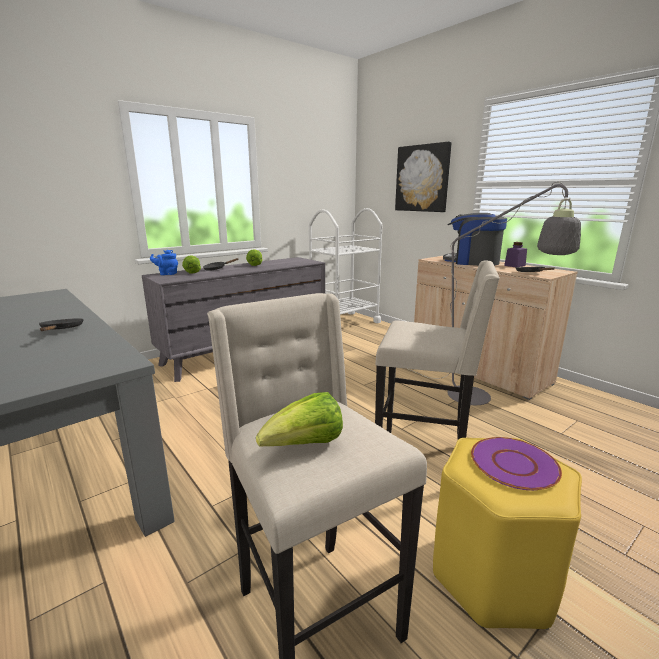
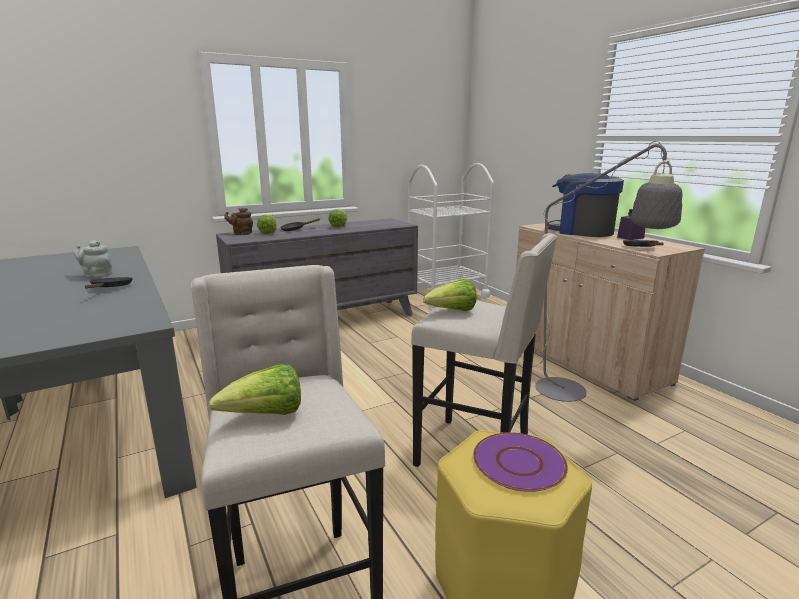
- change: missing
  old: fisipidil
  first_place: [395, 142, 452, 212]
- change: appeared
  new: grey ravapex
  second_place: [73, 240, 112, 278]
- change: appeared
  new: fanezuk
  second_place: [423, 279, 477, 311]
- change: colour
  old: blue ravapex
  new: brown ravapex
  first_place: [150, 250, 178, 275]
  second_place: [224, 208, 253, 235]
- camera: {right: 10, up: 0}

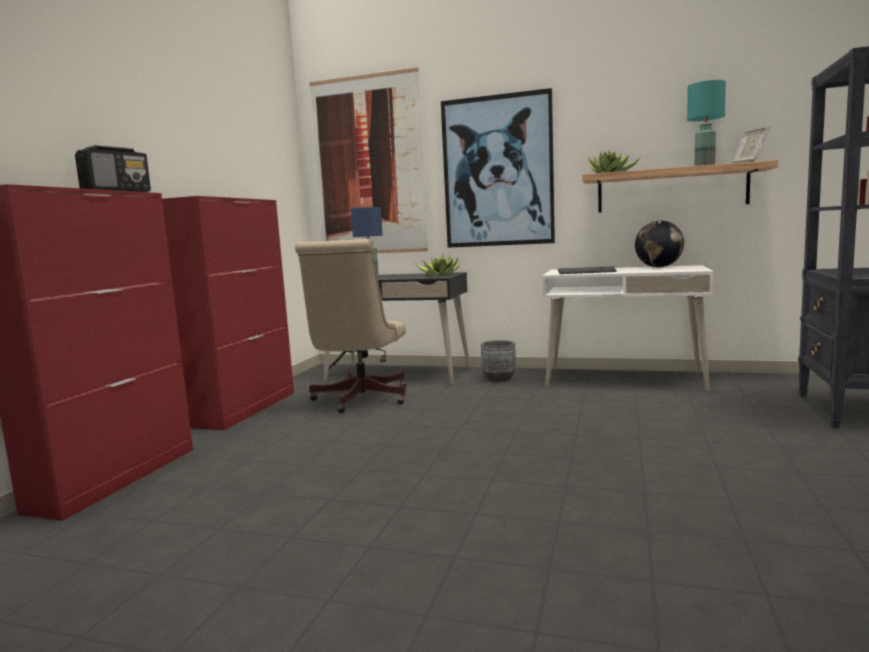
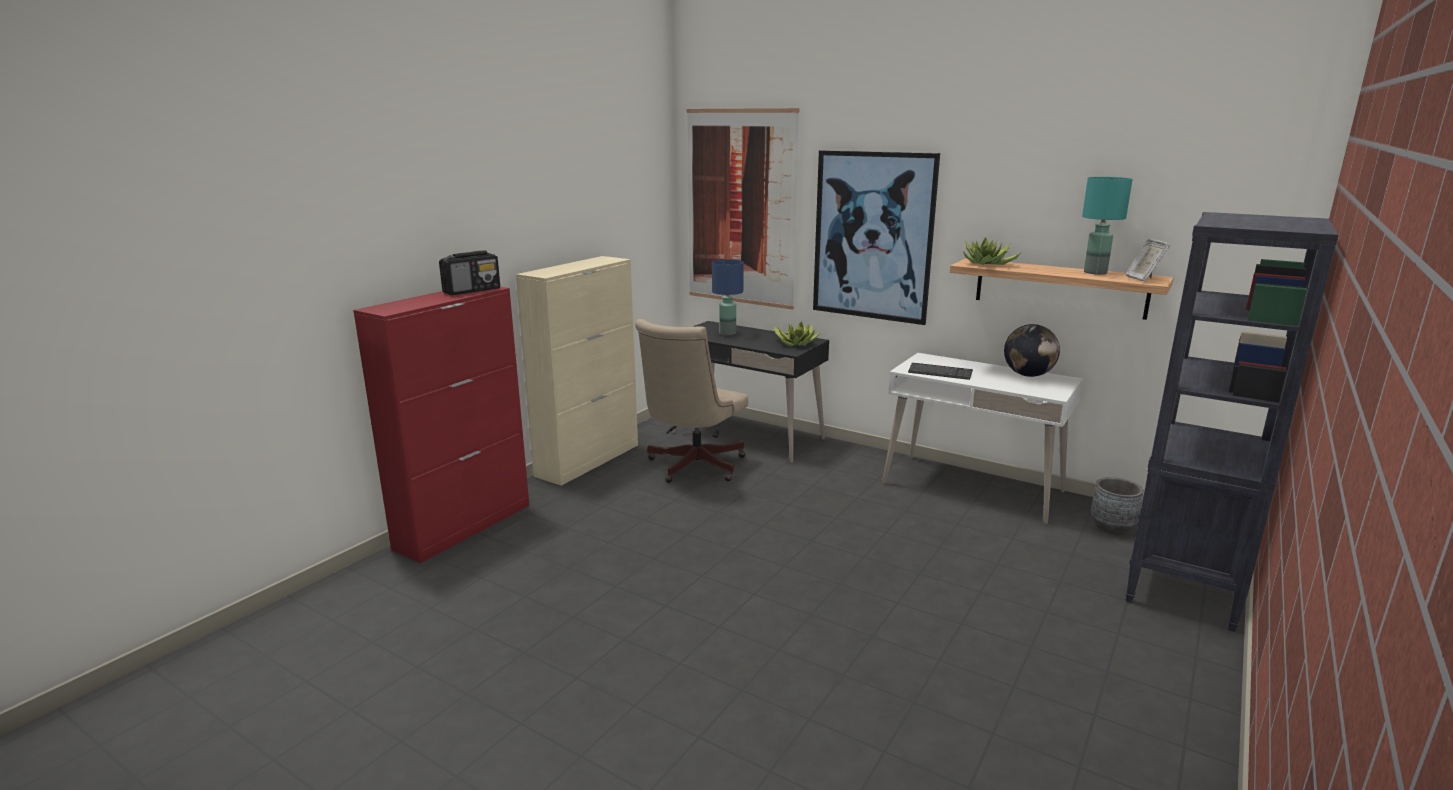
- change: relocated
  old: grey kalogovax
  first_place: [481, 340, 516, 382]
  second_place: [1091, 477, 1144, 535]
- change: colour
  old: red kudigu
  new: beige kudigu
  first_place: [162, 196, 294, 430]
  second_place: [516, 256, 638, 486]
- camera: {right: 15, up: 10}

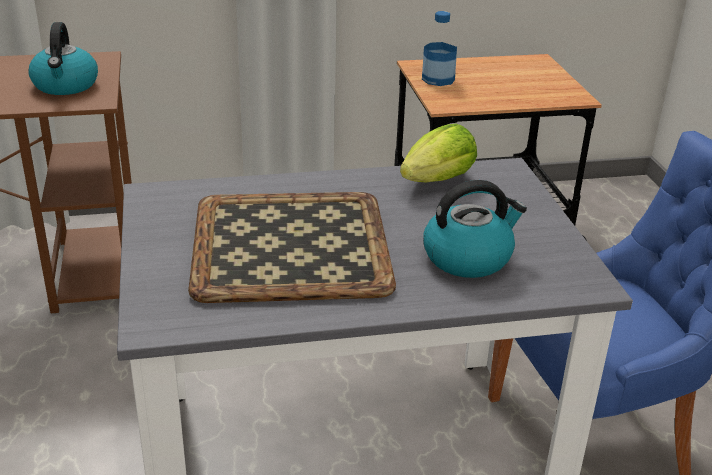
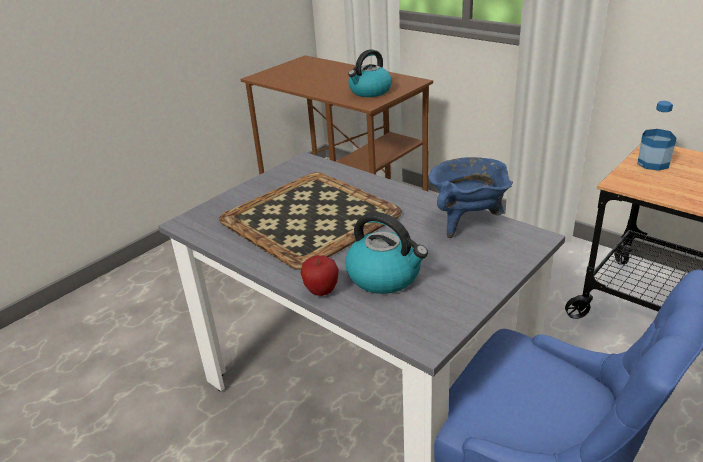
- change: appeared
  new: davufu
  second_place: [301, 255, 339, 296]
- change: exchanged
  old: fanezuk
  new: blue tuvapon
  first_place: [400, 124, 477, 182]
  second_place: [428, 157, 513, 238]
- camera: {right: 55, up: 0}

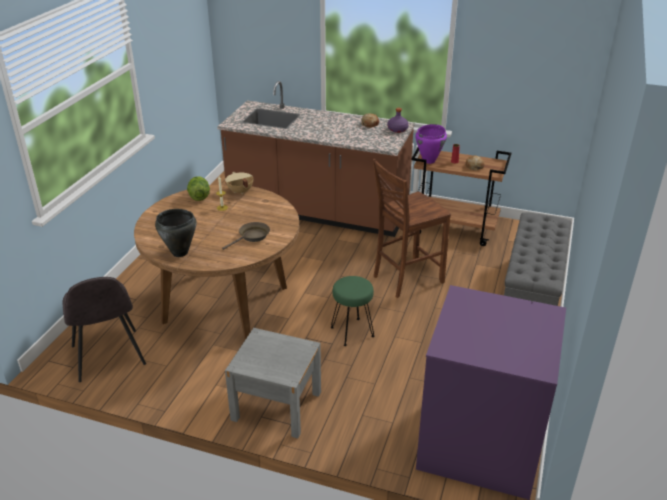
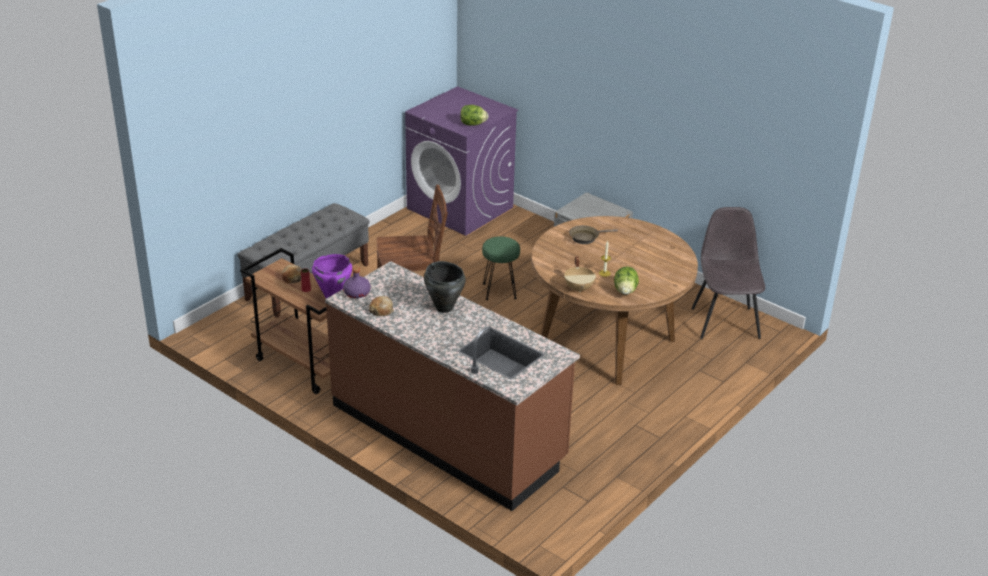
- change: appeared
  new: fanezuk
  second_place: [460, 105, 488, 125]
- change: relocated
  old: black tuvapon
  first_place: [155, 209, 197, 257]
  second_place: [424, 261, 466, 313]
- camera: {right: -160, up: 0}

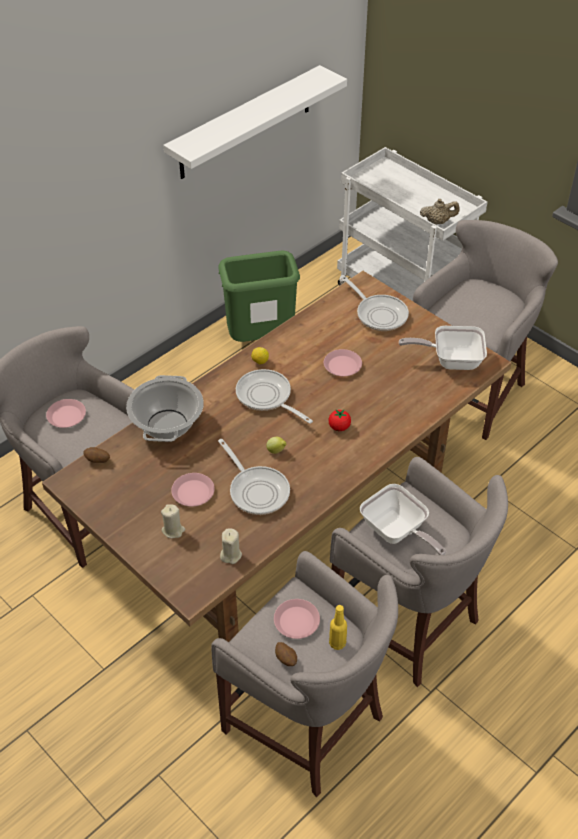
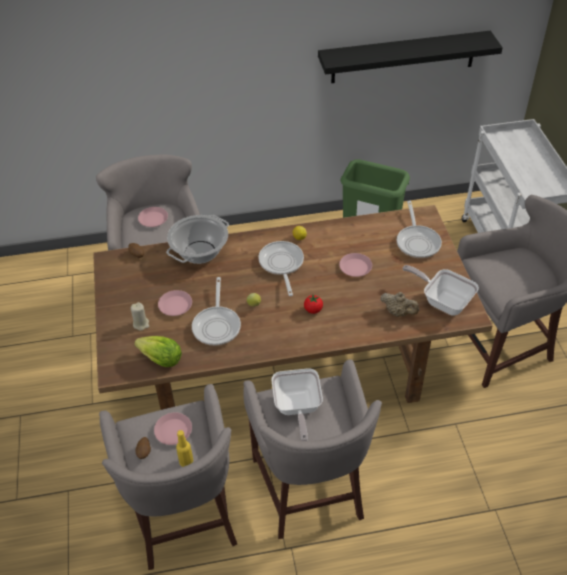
- change: relocated
  old: beige ravapex
  first_place: [420, 199, 460, 224]
  second_place: [380, 292, 419, 317]
- change: exchanged
  old: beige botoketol
  new: fanezuk
  first_place: [220, 528, 242, 564]
  second_place: [134, 336, 182, 367]
- change: colour
  old: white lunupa
  new: black lunupa
  first_place: [163, 65, 347, 179]
  second_place: [318, 31, 503, 83]
- camera: {right: 35, up: 0}

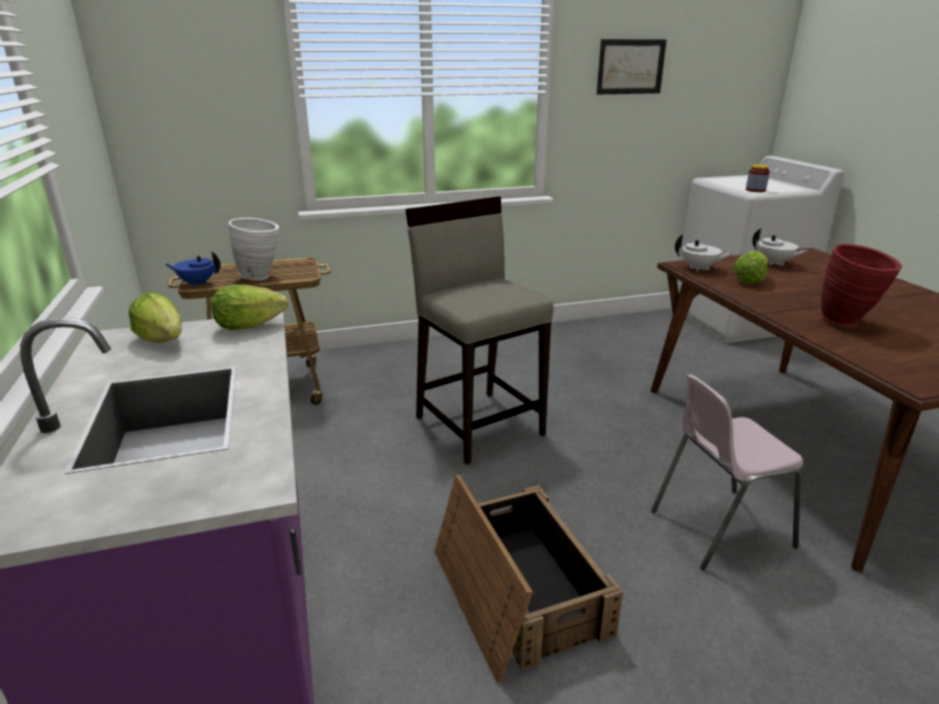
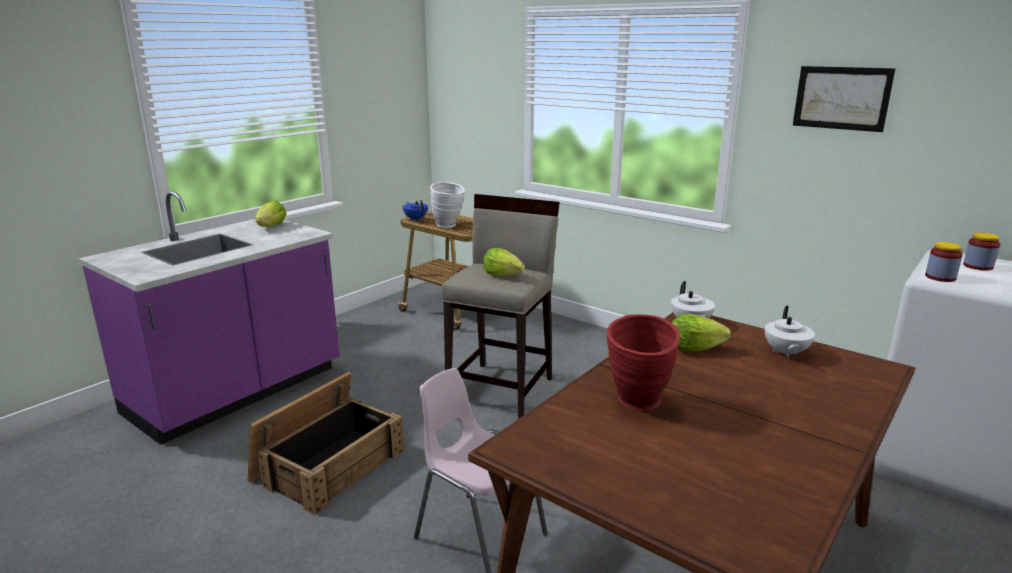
- change: appeared
  new: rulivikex
  second_place: [963, 232, 1000, 271]
- change: relocated
  old: fanezuk
  first_place: [211, 285, 288, 330]
  second_place: [483, 248, 525, 277]
- camera: {right: 55, up: -5}

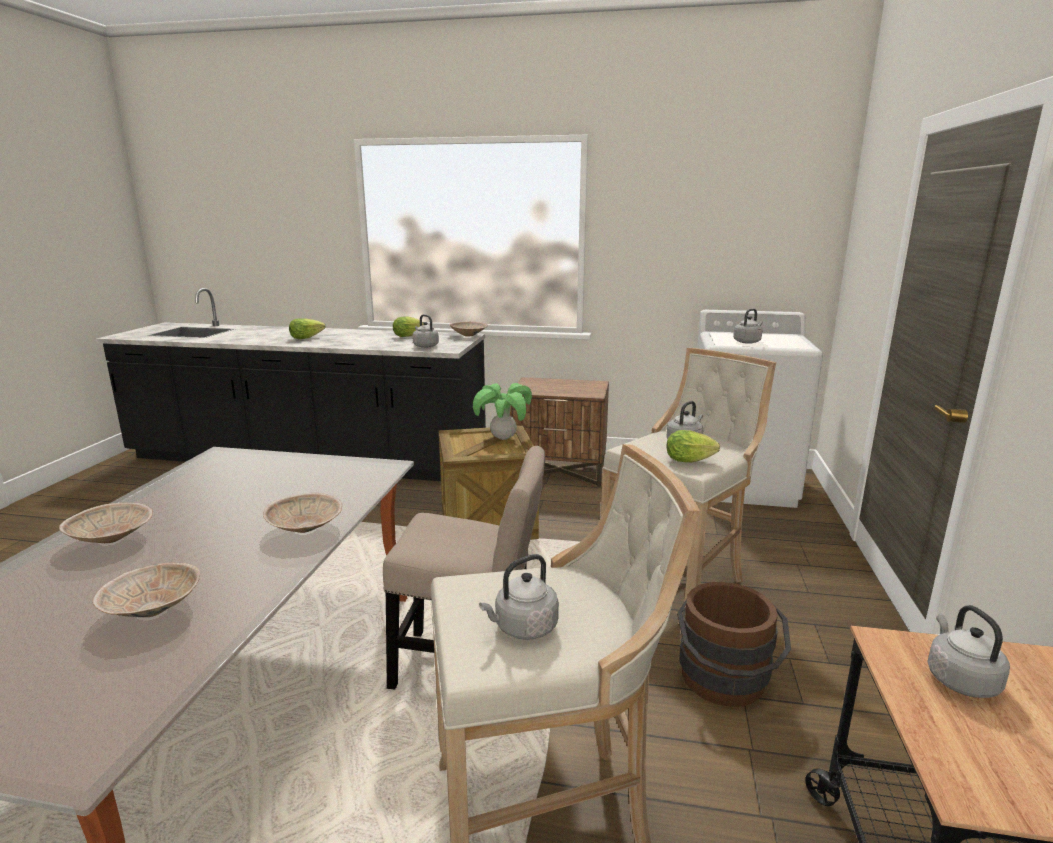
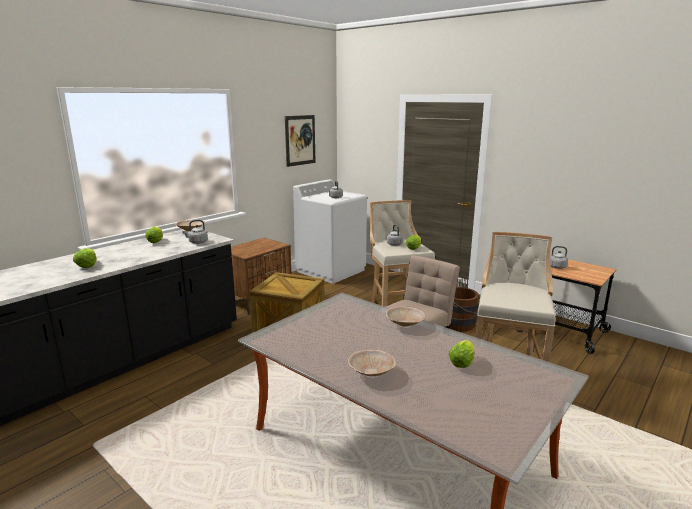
- change: missing
  old: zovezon
  first_place: [473, 383, 532, 440]
- change: missing
  old: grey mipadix
  first_place: [479, 554, 559, 640]
- change: appeared
  new: fisipidil
  second_place: [285, 115, 316, 167]
- change: exchanged
  old: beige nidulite
  new: fanezuk
  first_place: [92, 563, 200, 617]
  second_place: [448, 340, 474, 368]
- camera: {right: -60, up: 0}

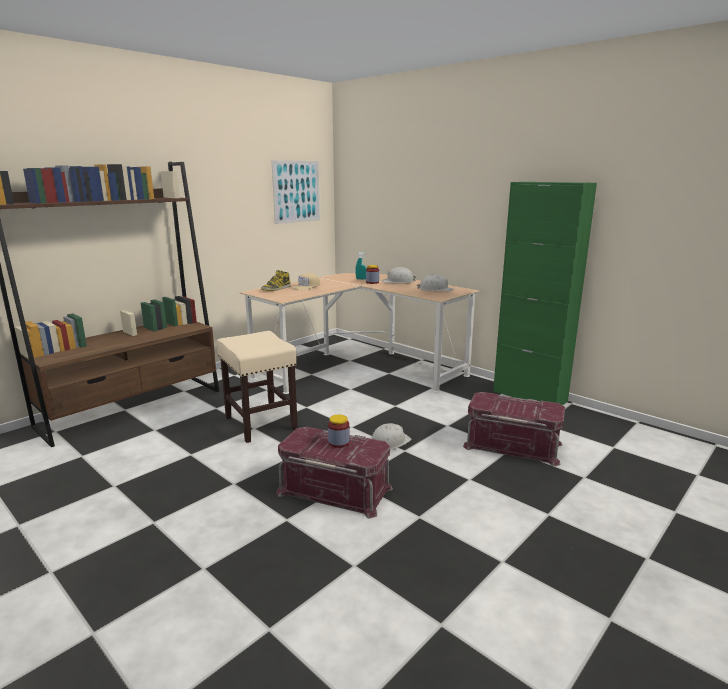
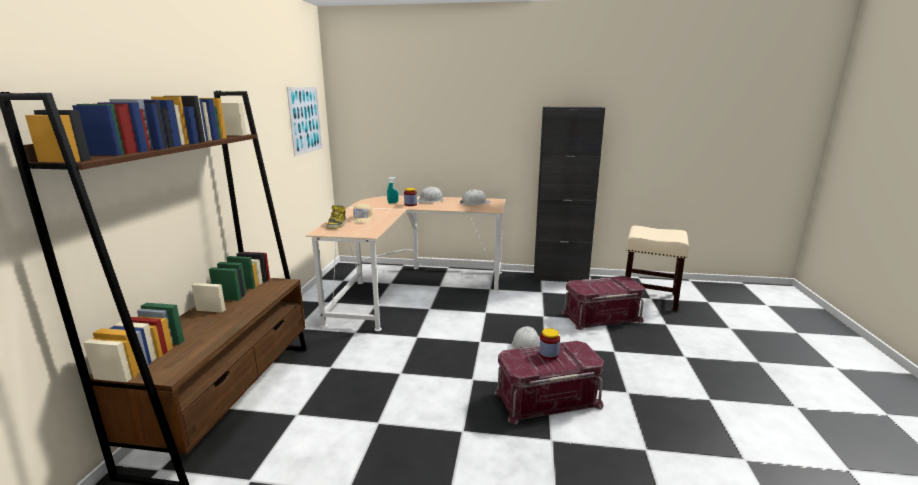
- change: relocated
  old: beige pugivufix
  first_place: [217, 331, 298, 443]
  second_place: [625, 225, 689, 311]
- change: colour
  old: green kudigu
  new: black kudigu
  first_place: [493, 182, 597, 405]
  second_place: [534, 107, 605, 282]
- camera: {right: -35, up: 0}

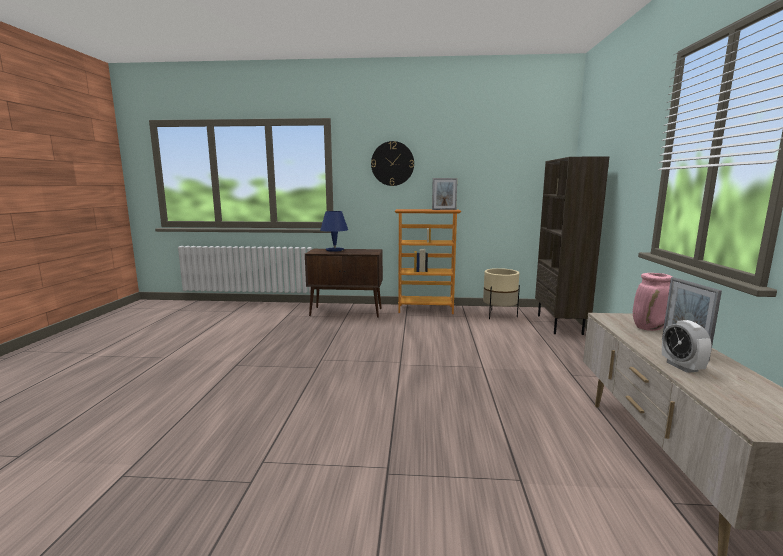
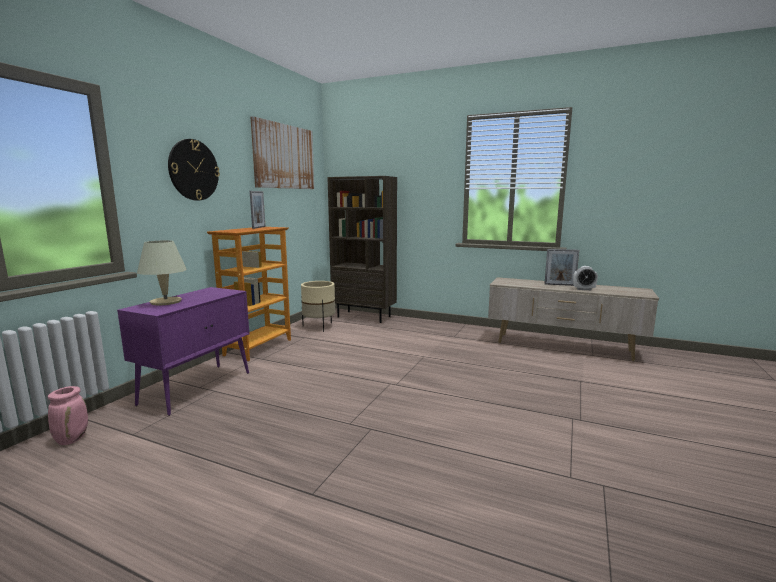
- change: appeared
  new: fisipidil
  second_place: [250, 116, 314, 189]
- change: relocated
  old: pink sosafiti
  first_place: [633, 273, 672, 331]
  second_place: [48, 386, 88, 445]
- change: colour
  old: brown kudigu
  new: purple kudigu
  first_place: [305, 249, 383, 318]
  second_place: [117, 287, 249, 416]
- change: colour
  old: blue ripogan
  new: beige ripogan
  first_place: [320, 211, 348, 252]
  second_place: [137, 240, 187, 305]
- camera: {right: -70, up: 0}

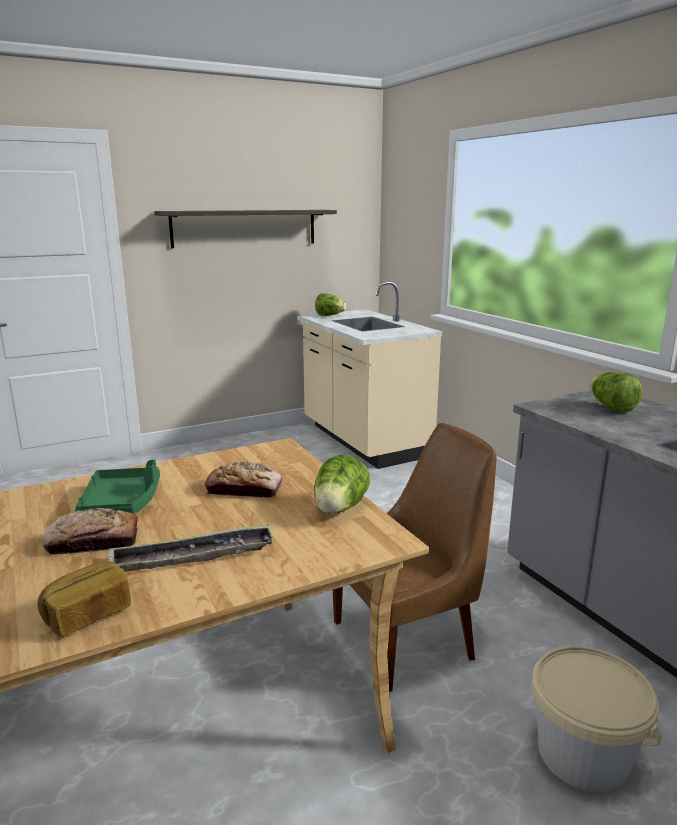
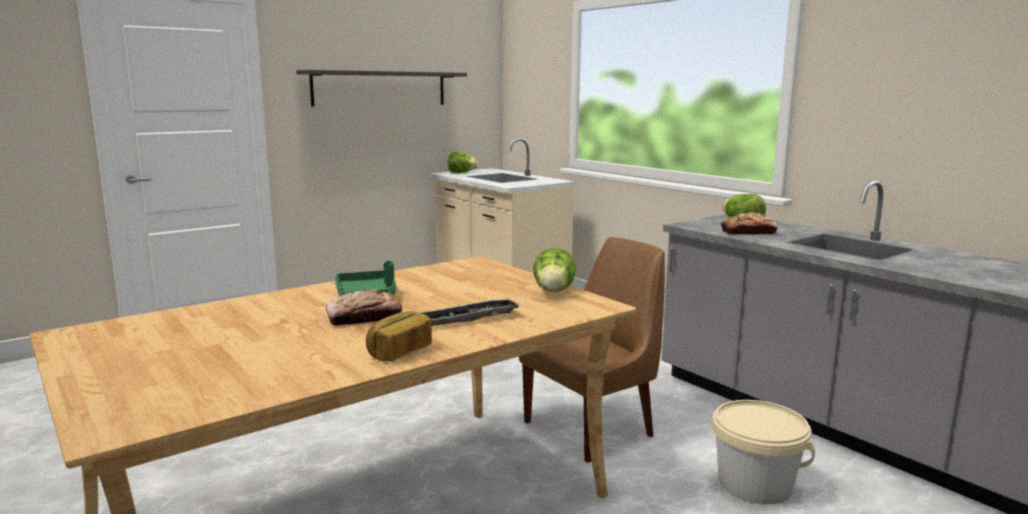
- change: relocated
  old: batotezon
  first_place: [205, 462, 283, 498]
  second_place: [721, 212, 778, 234]
- camera: {right: -10, up: -5}

